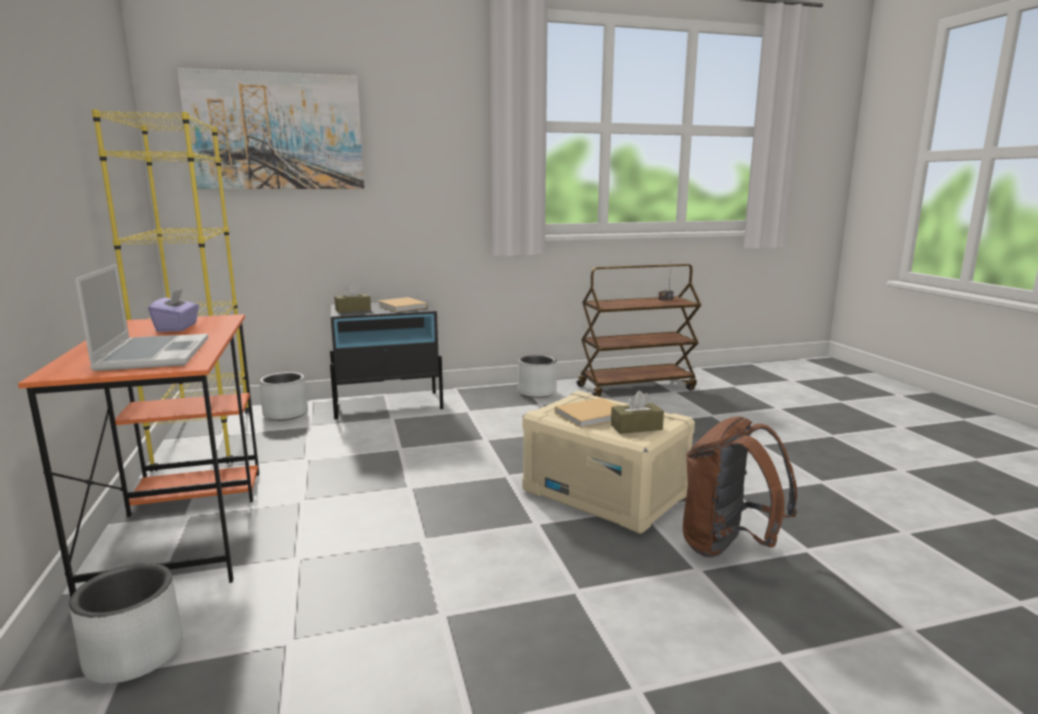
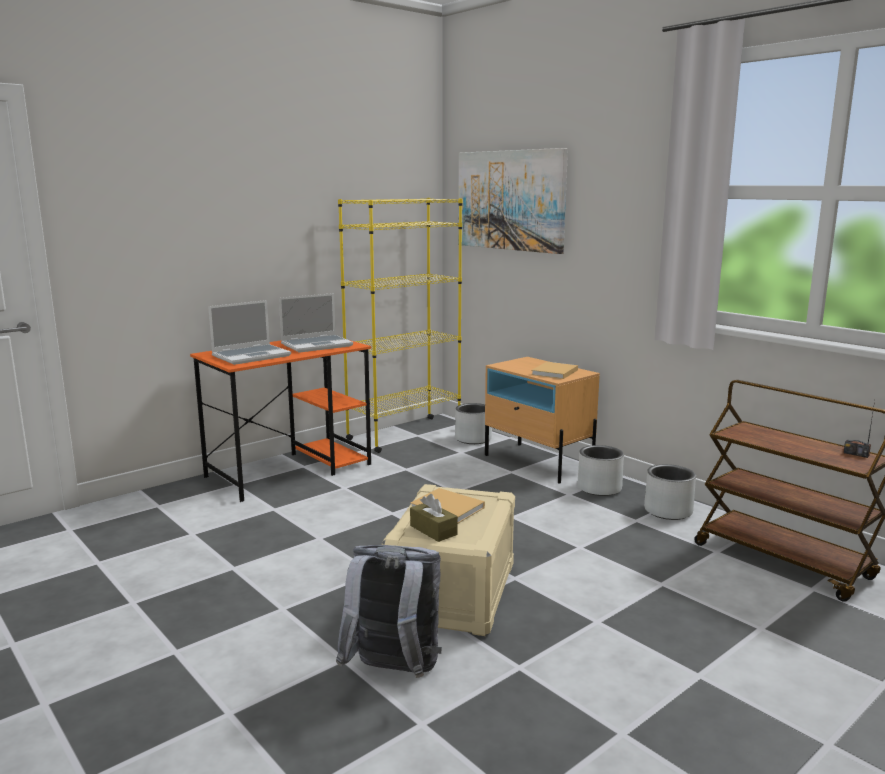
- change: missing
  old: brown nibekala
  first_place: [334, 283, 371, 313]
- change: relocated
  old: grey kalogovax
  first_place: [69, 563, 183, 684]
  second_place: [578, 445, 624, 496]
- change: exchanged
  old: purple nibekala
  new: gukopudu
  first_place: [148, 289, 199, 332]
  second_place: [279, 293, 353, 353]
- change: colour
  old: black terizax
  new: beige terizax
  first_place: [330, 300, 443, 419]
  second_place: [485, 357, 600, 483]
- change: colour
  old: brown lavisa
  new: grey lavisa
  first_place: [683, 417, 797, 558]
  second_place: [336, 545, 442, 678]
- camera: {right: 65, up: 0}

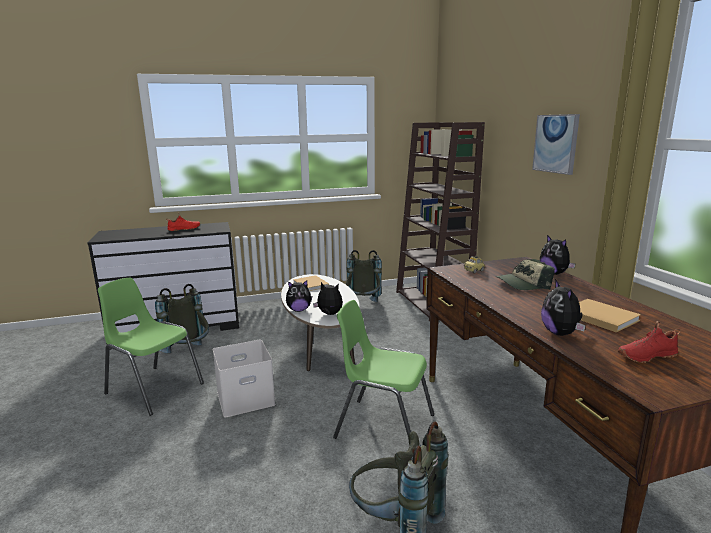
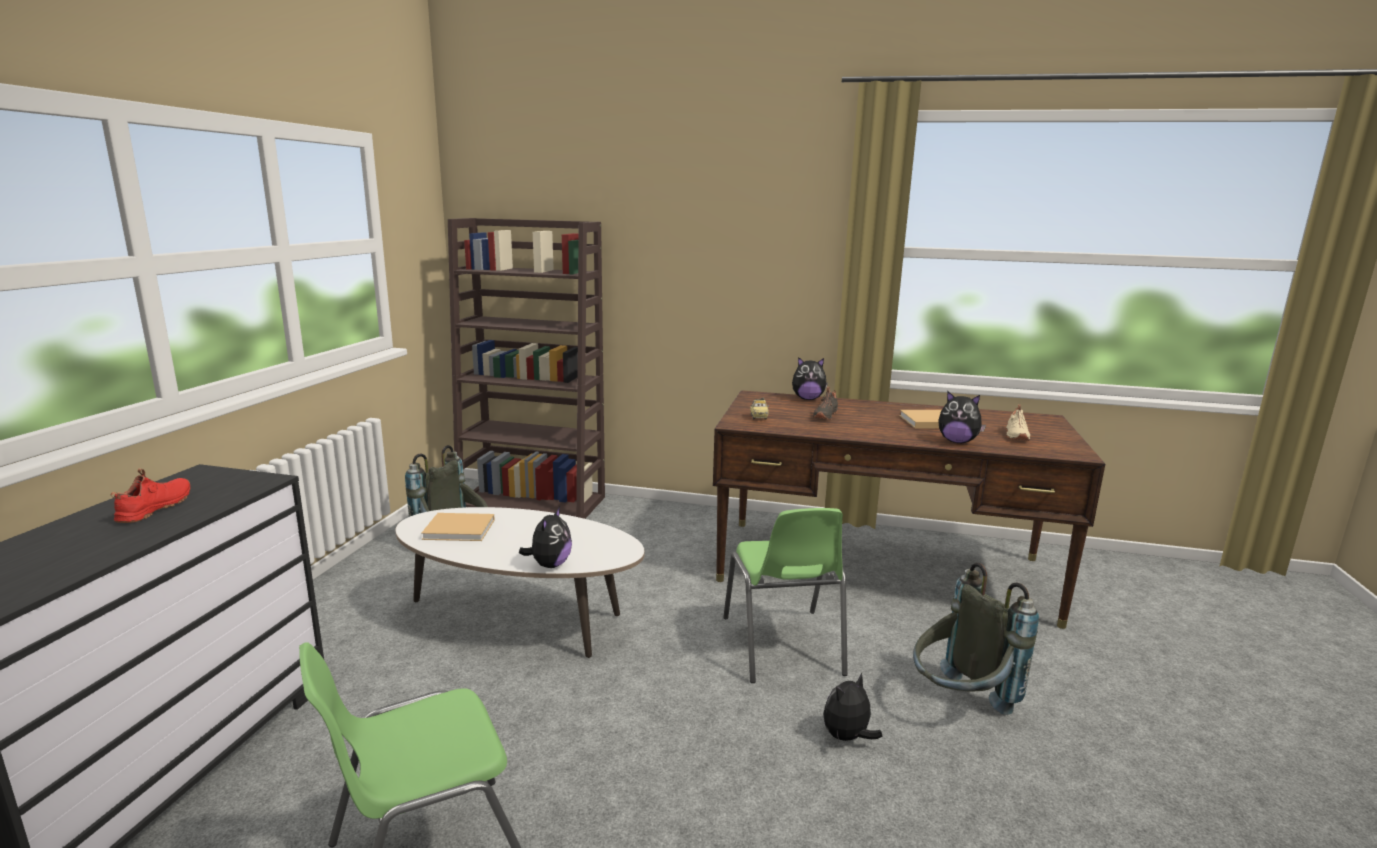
- change: missing
  old: grey lavisa
  first_place: [155, 284, 209, 353]
- change: missing
  old: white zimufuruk
  first_place: [213, 340, 276, 418]
- change: missing
  old: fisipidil
  first_place: [532, 114, 580, 175]
- change: relocated
  old: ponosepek
  first_place: [313, 282, 343, 315]
  second_place: [823, 673, 883, 741]
- change: exchanged
  old: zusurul
  new: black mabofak
  first_place: [496, 259, 555, 290]
  second_place: [813, 386, 838, 420]
- change: colour
  old: red mabofak
  new: beige mabofak
  first_place: [618, 321, 680, 363]
  second_place: [1006, 404, 1030, 441]
- change: spun
  old: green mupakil
  first_place: [333, 300, 434, 439]
  second_place: [723, 508, 848, 683]
  degrees: -60
- camera: {right: -60, up: 0}

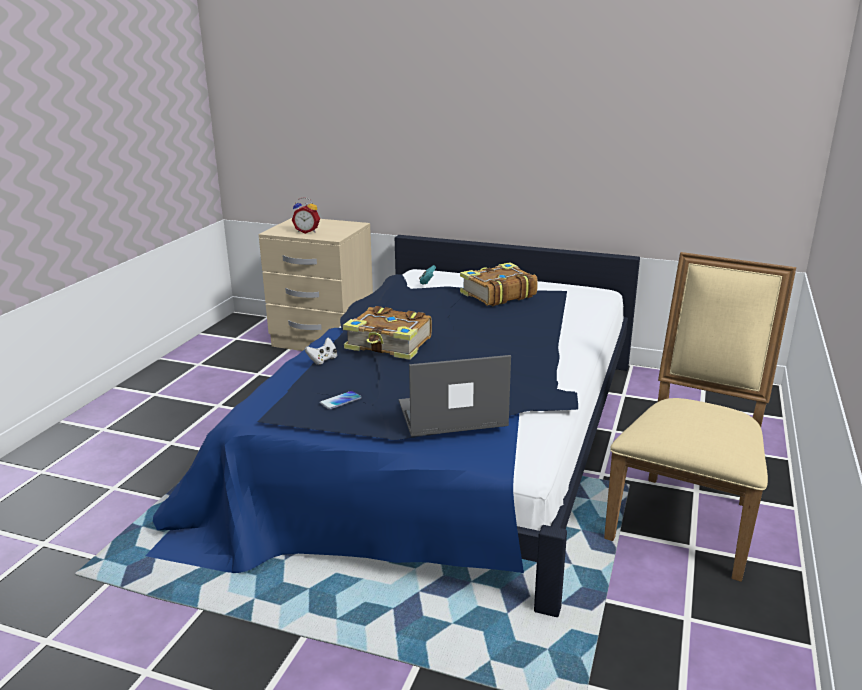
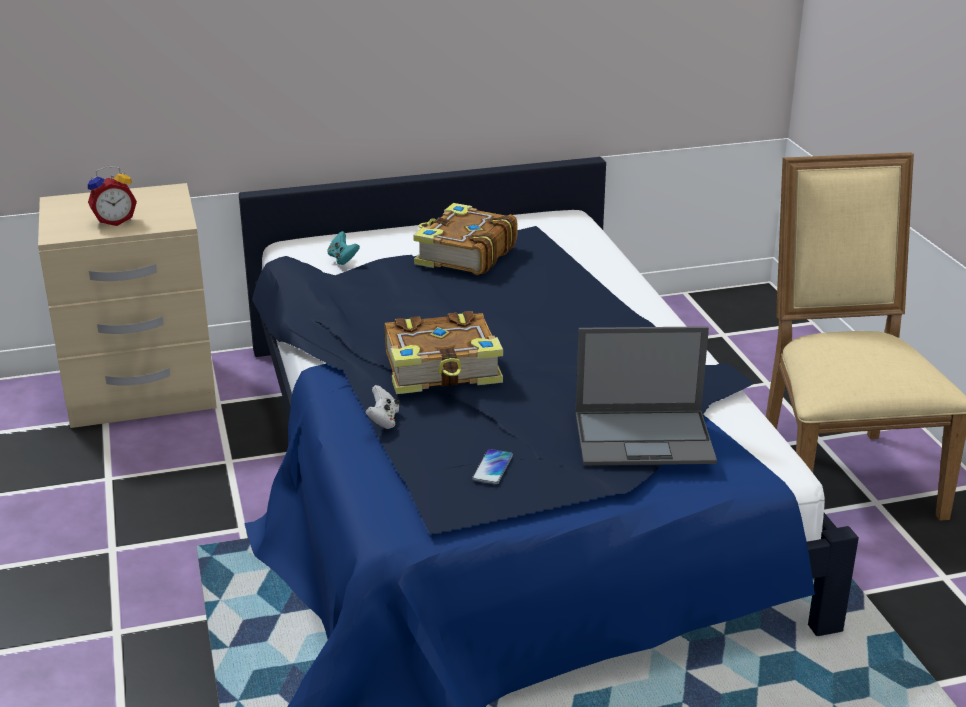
- change: spun
  old: gukopudu
  first_place: [399, 355, 511, 437]
  second_place: [575, 326, 717, 466]
  degrees: -135
- camera: {right: -35, up: 5}

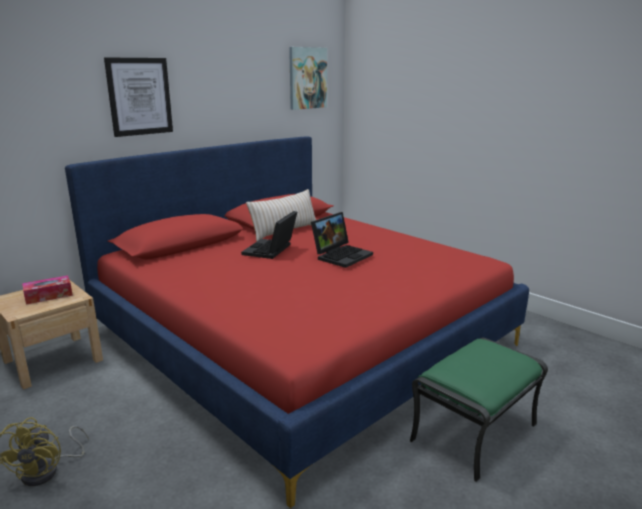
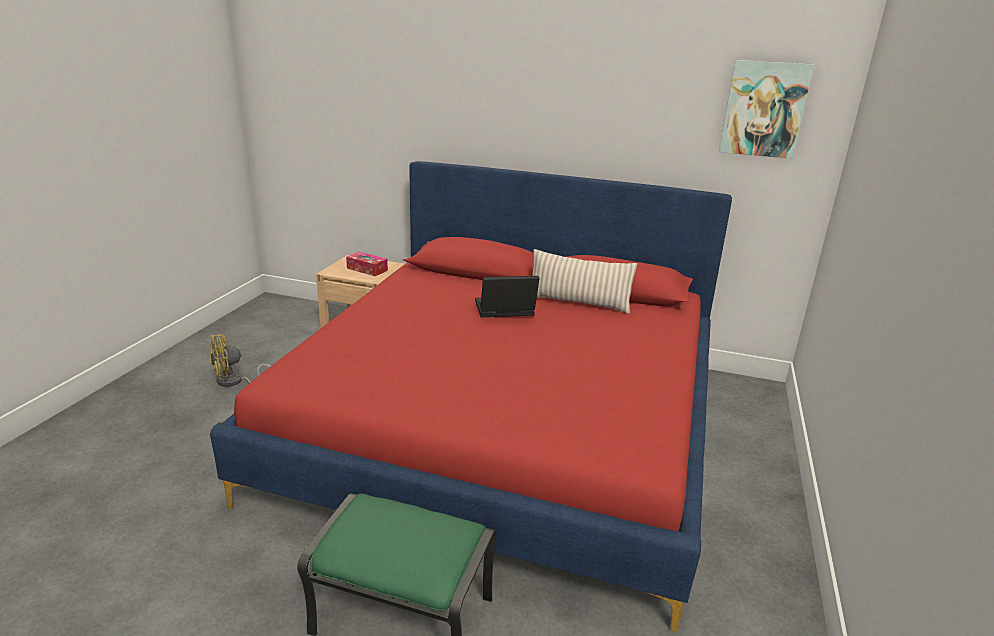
- change: missing
  old: fisipidil
  first_place: [104, 58, 173, 137]
- change: missing
  old: gukopudu
  first_place: [311, 212, 373, 268]
- camera: {right: 60, up: 5}

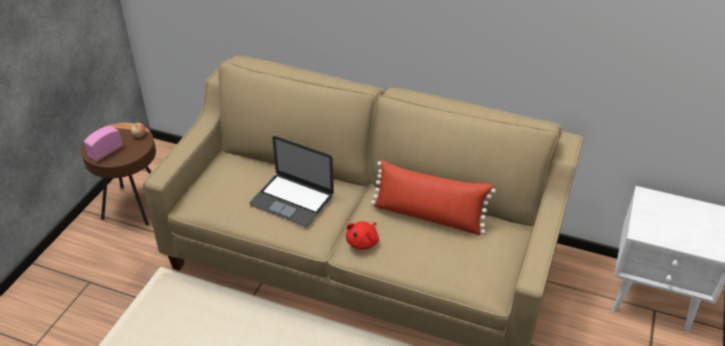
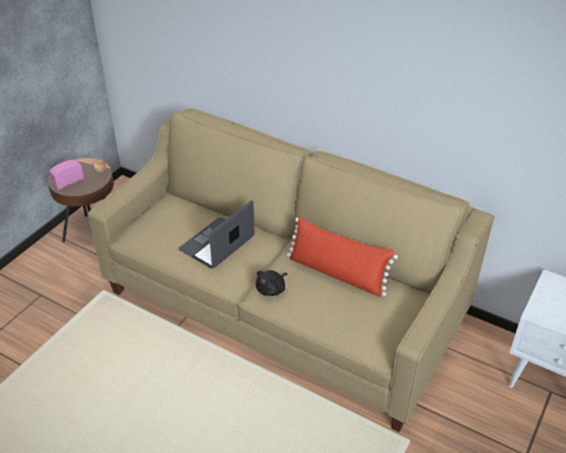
- change: colour
  old: red ponosepek
  new: black ponosepek
  first_place: [346, 221, 379, 250]
  second_place: [256, 270, 288, 296]
- change: spun
  old: gukopudu
  first_place: [249, 136, 334, 227]
  second_place: [179, 200, 254, 269]
  degrees: 90
- camera: {right: 10, up: 0}

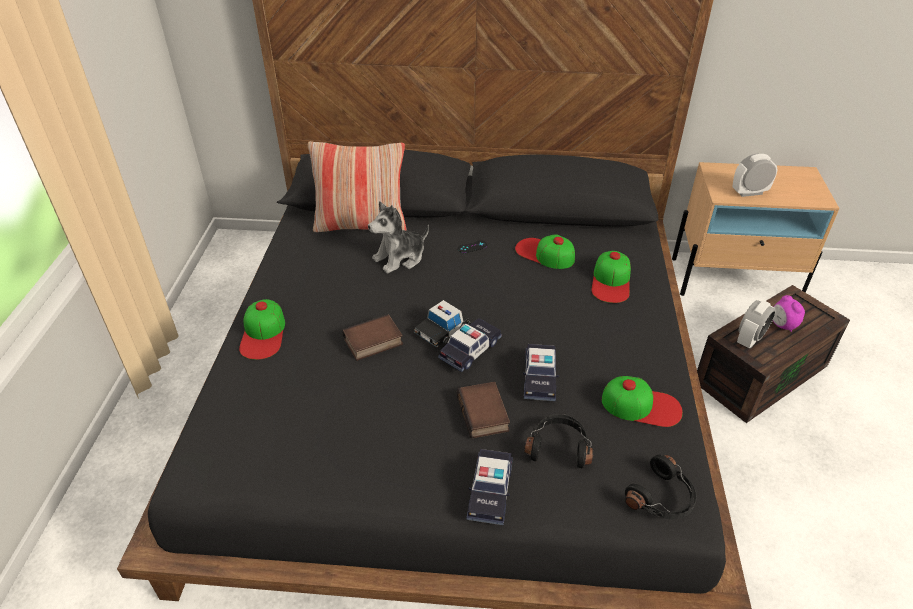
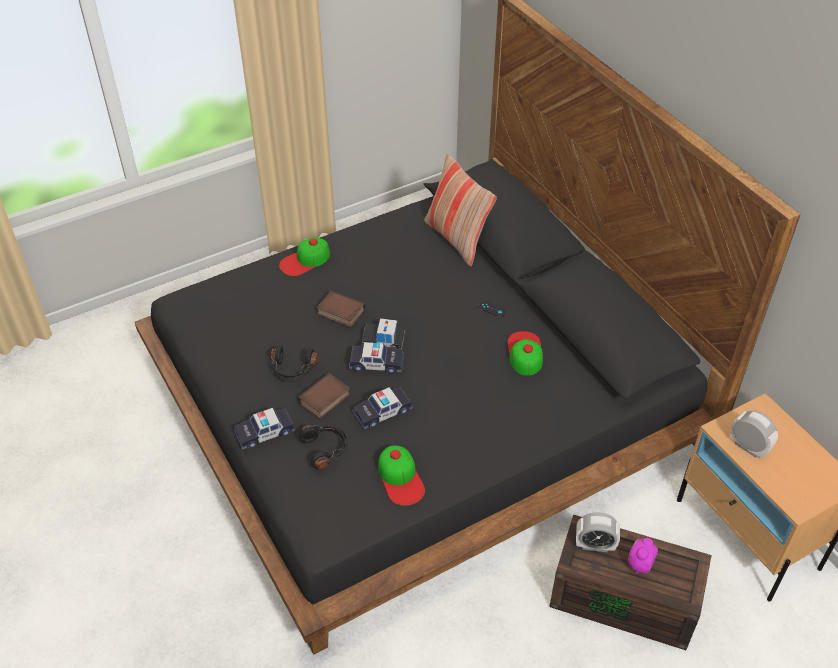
- change: missing
  old: ponosepek
  first_place: [368, 201, 429, 274]
- change: missing
  old: zusurul
  first_place: [592, 251, 631, 303]
- change: relocated
  old: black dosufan
  first_place: [625, 455, 697, 520]
  second_place: [271, 345, 319, 382]
- camera: {right: 55, up: 5}

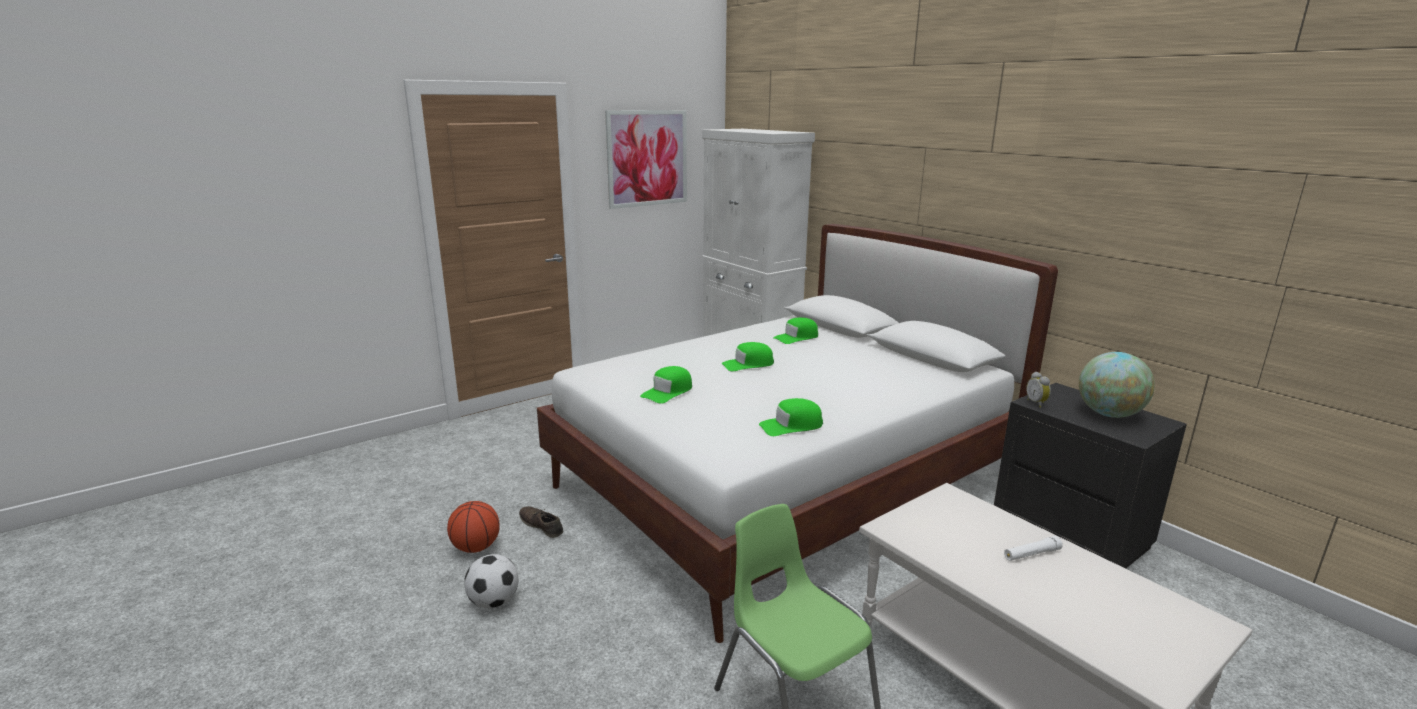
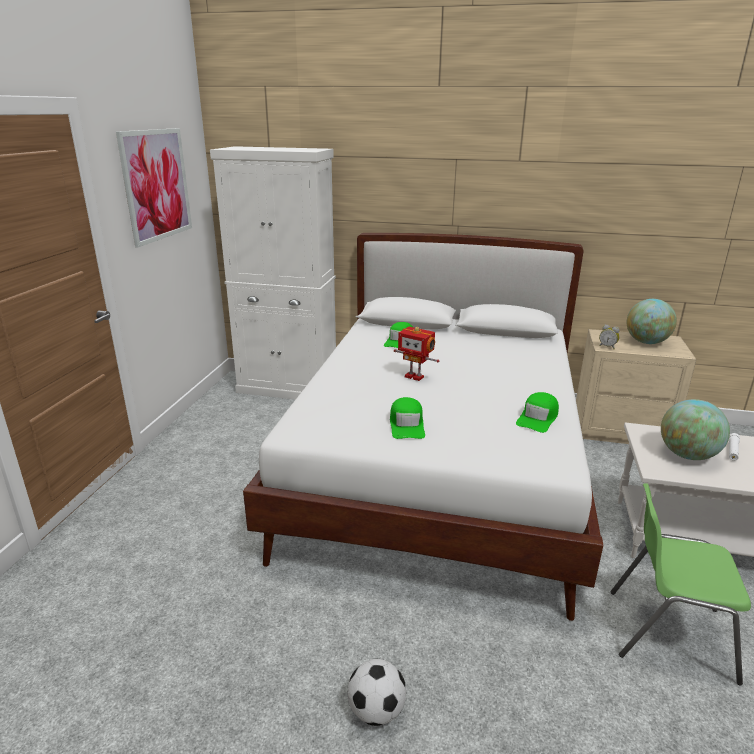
- change: missing
  old: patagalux
  first_place: [447, 501, 500, 553]
- change: missing
  old: brown mabofak
  first_place: [519, 506, 563, 538]
- change: appeared
  new: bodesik
  second_place: [661, 399, 730, 460]
- change: exchanged
  old: green zusurul
  new: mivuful
  first_place: [722, 342, 774, 371]
  second_place: [394, 327, 439, 381]
- change: colour
  old: black terizax
  new: beige terizax
  first_place: [994, 383, 1187, 569]
  second_place: [576, 329, 697, 444]
- camera: {right: -40, up: 5}

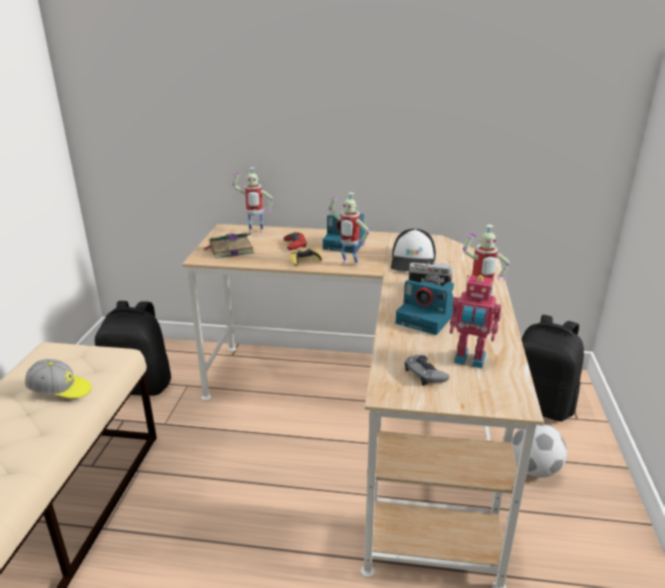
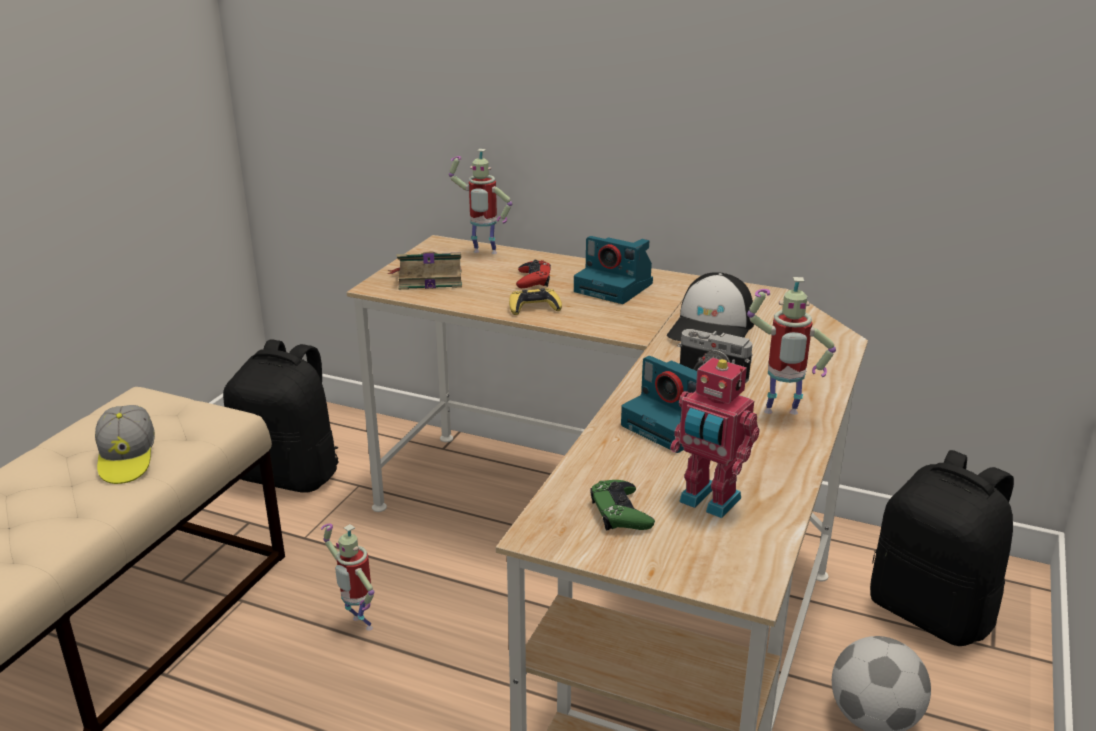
- change: relocated
  old: mivuful
  first_place: [328, 192, 369, 266]
  second_place: [321, 524, 375, 631]
- change: colour
  old: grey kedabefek
  new: green kedabefek
  first_place: [405, 355, 450, 386]
  second_place: [590, 480, 655, 530]
- change: spun
  old: zusurul
  first_place: [25, 359, 92, 398]
  second_place: [95, 405, 155, 484]
  degrees: 60
- camera: {right: 15, up: 0}

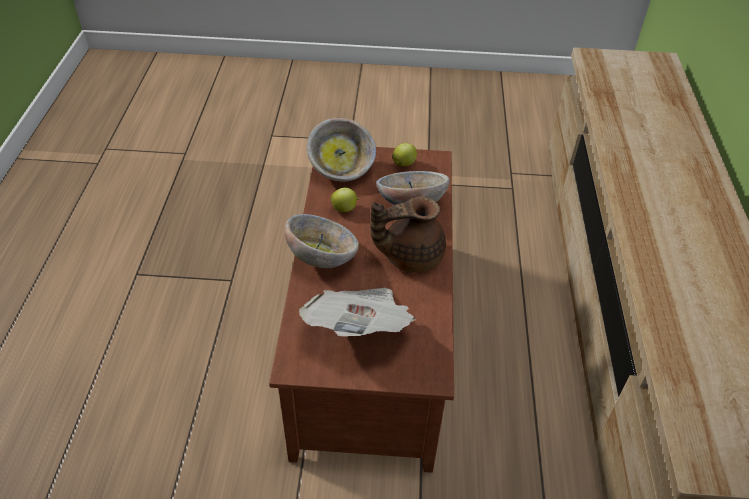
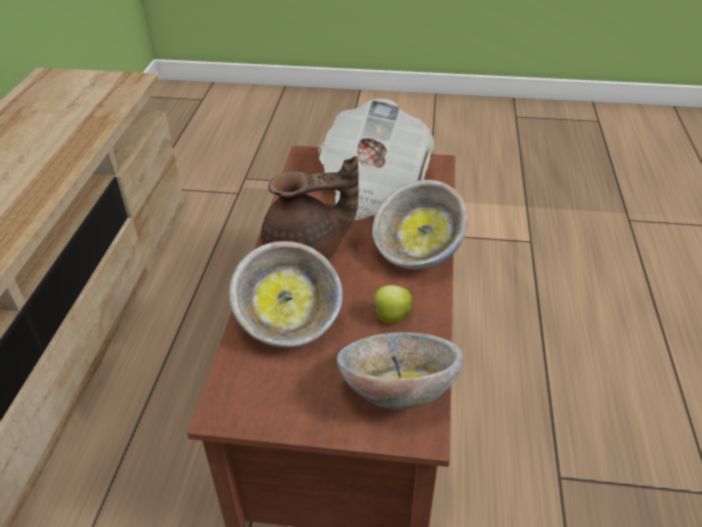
- change: missing
  old: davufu
  first_place: [392, 143, 417, 166]
- camera: {right: -175, up: -5}

